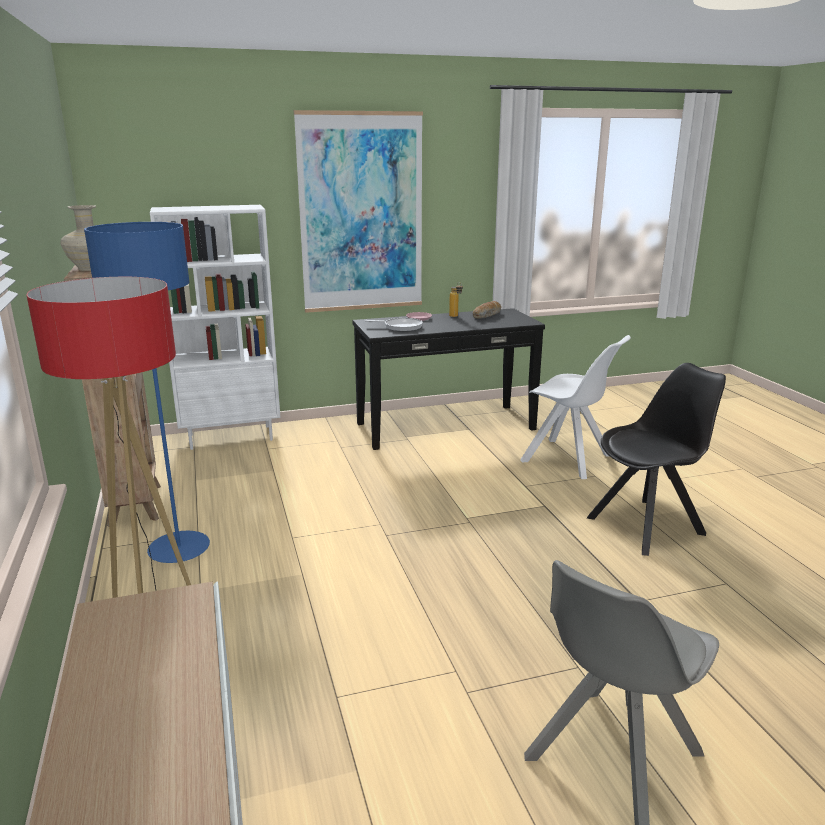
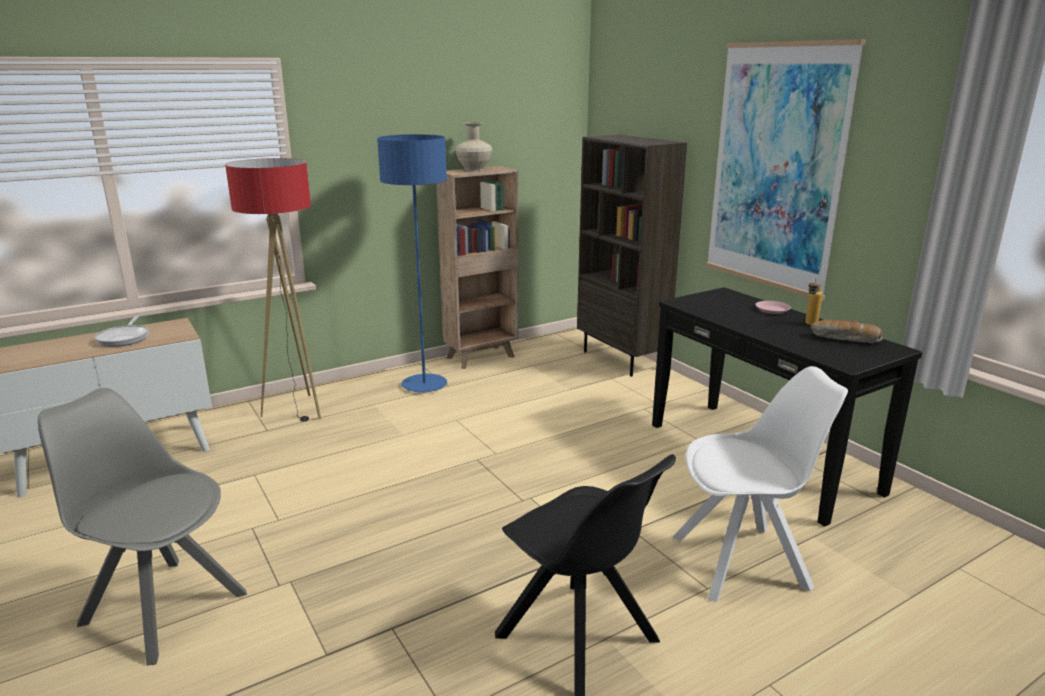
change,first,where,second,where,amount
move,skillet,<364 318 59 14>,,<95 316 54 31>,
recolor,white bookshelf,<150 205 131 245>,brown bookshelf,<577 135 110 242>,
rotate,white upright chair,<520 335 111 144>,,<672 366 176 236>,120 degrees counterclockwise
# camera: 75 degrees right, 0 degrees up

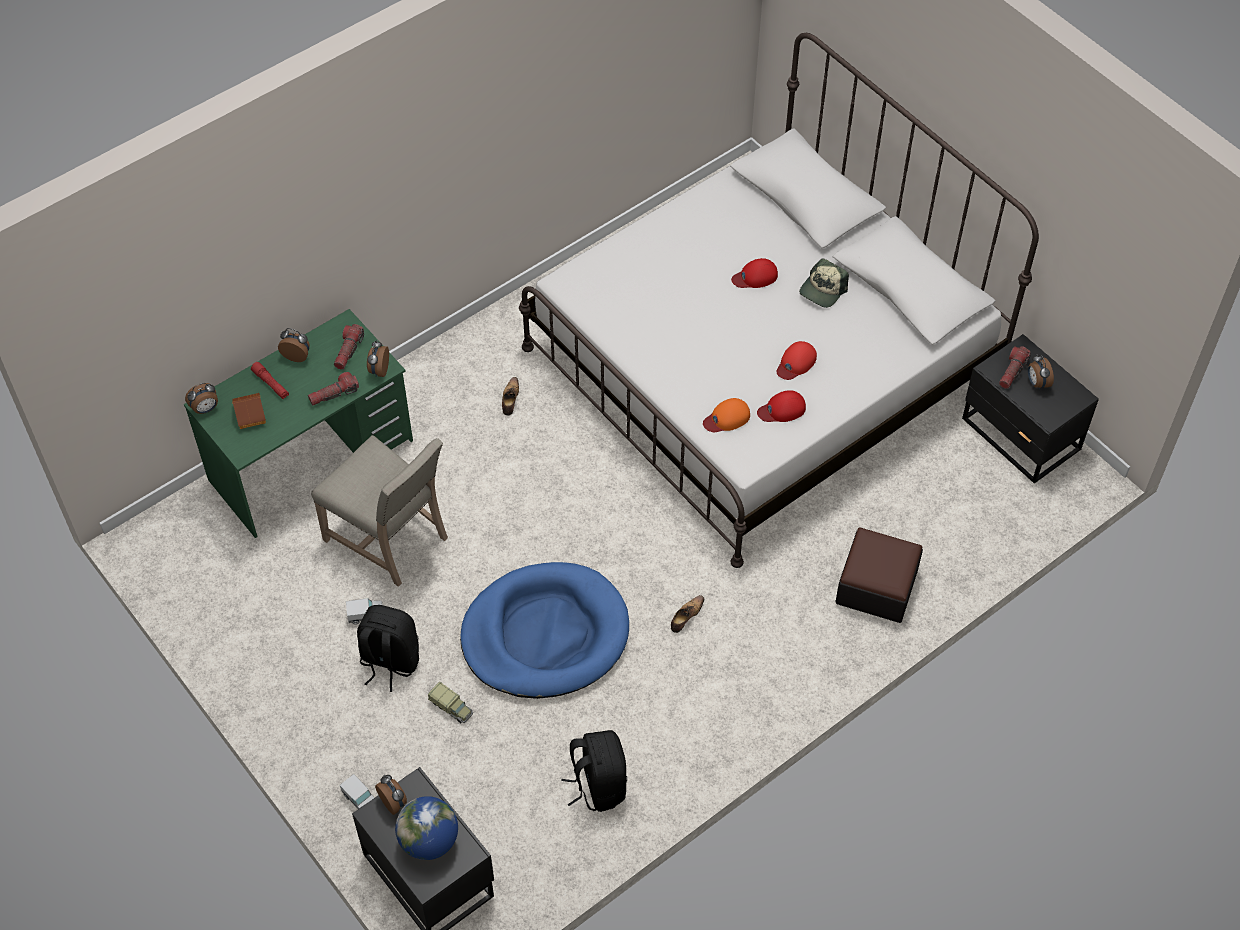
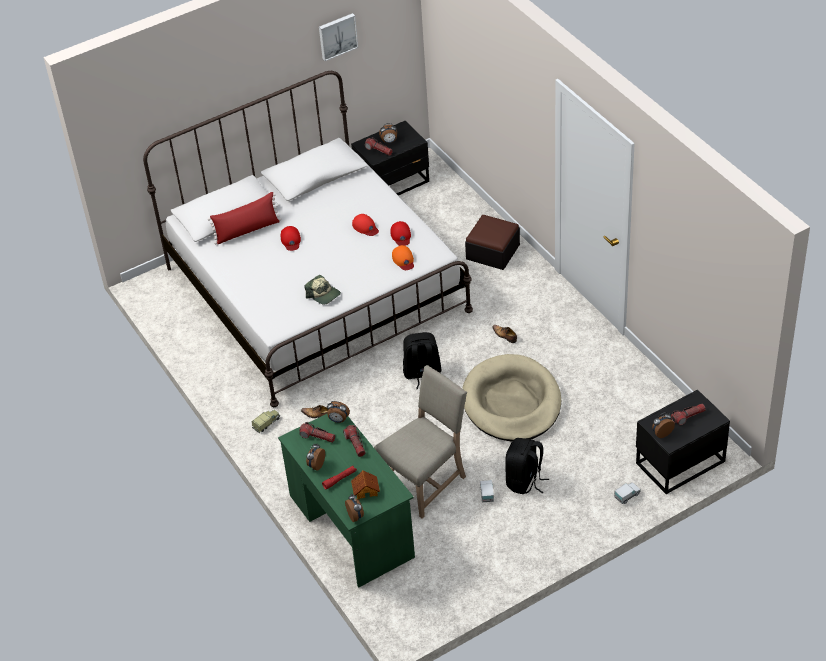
change,first,where,second,where,amount
insert,,,red-coloured pillow,<208 192 73 52>,
insert,,,wall art,<319 13 39 48>,
move,toy lorry,<428 682 45 41>,,<252 410 28 23>,
move,black knapsack,<562 730 65 82>,,<403 332 38 57>,
move,baseball cap,<799 258 50 50>,,<305 275 36 30>,
replace,world globe,<395 796 63 64>,torch,<671 404 35 21>,
recolor,blue dog bed,<460 562 169 137>,beige dog bed,<462 354 99 87>,
# camera: 80 degrees left, 10 degrees down

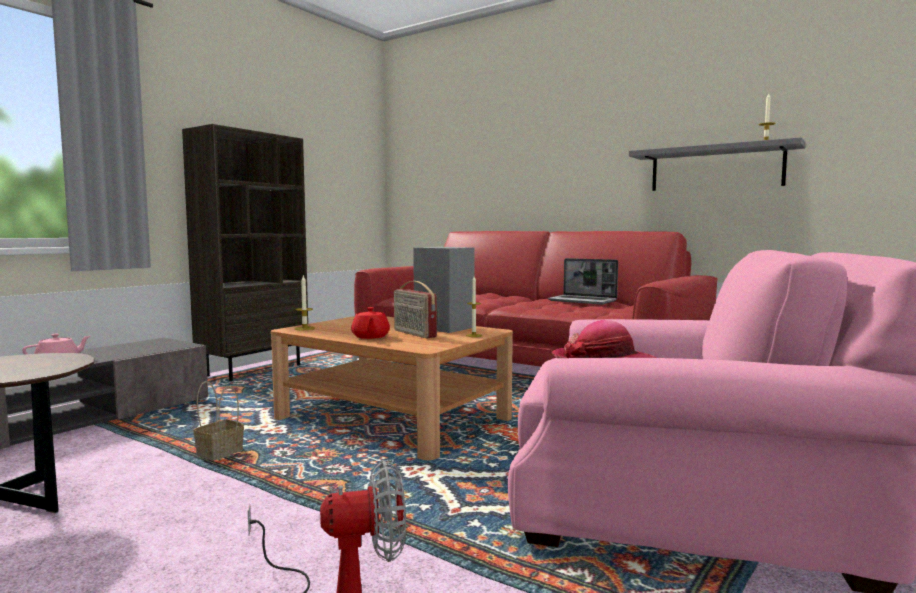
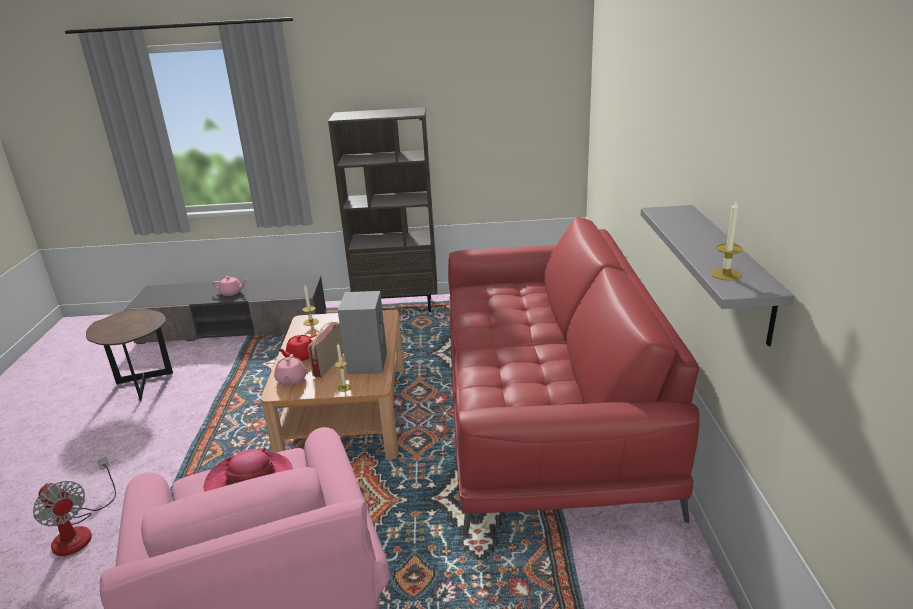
change,first,where,second,where,amount
delete,household basket,<193 381 51 80>,,,
delete,portable computer,<547 258 71 47>,,,
insert,,,pink tea pot,<274 354 32 31>,
# camera: 55 degrees right, 20 degrees up

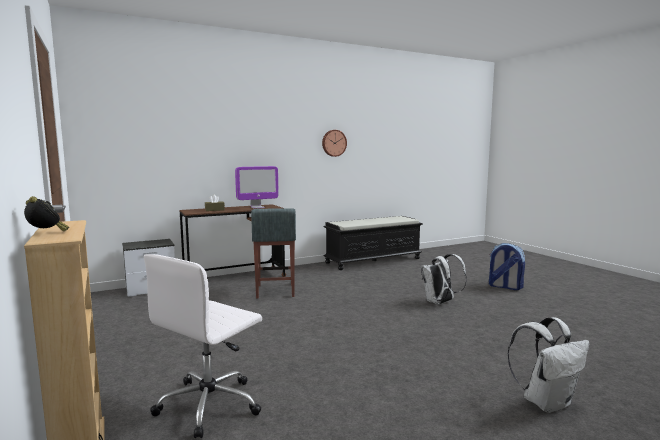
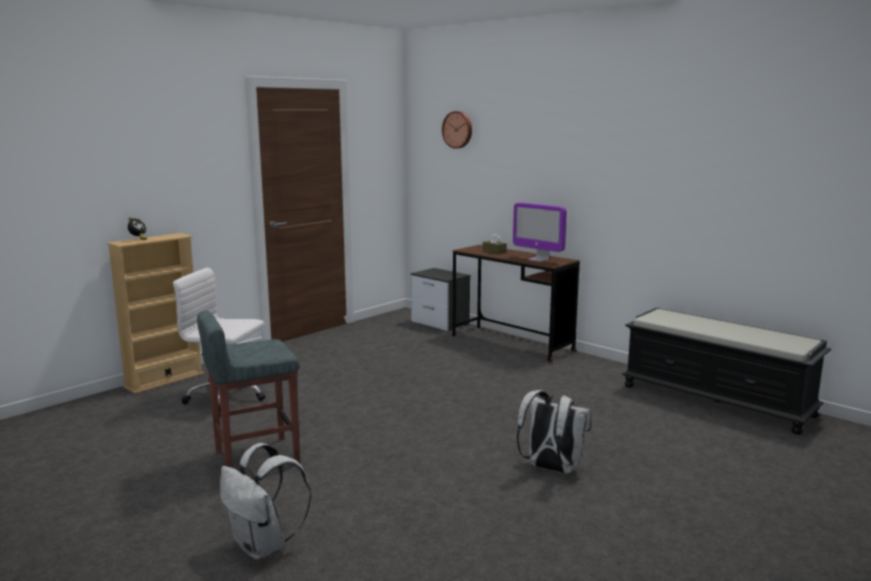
change,first,where,second,where,amount
delete,knapsack,<489 243 36 47>,,,
move,grey stool,<251 208 45 90>,,<197 311 103 157>,
move,wall clock,<322 130 25 27>,,<442 111 30 38>,
# camera: 70 degrees right, 5 degrees up

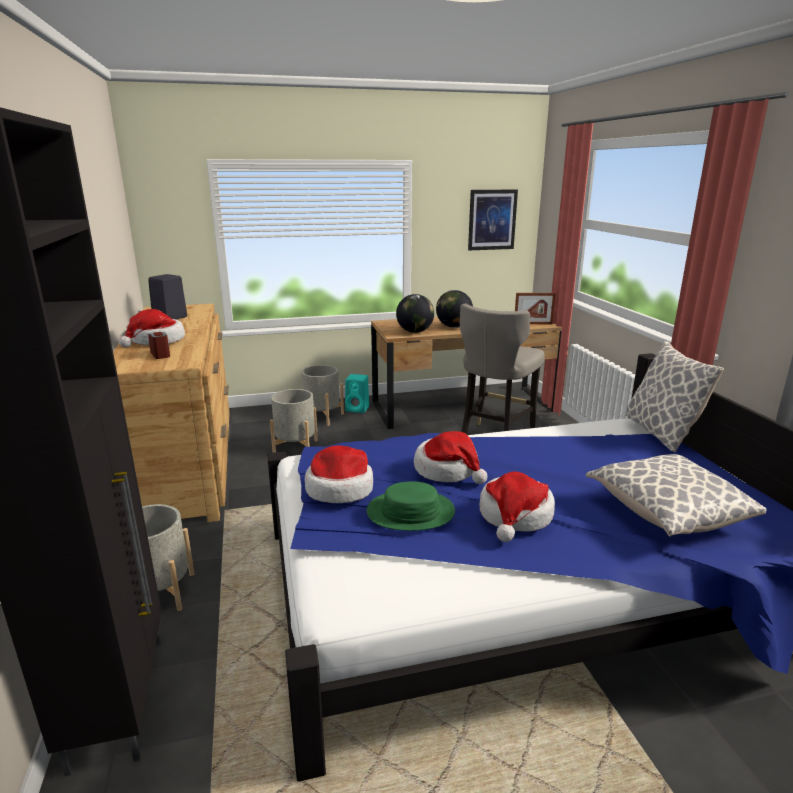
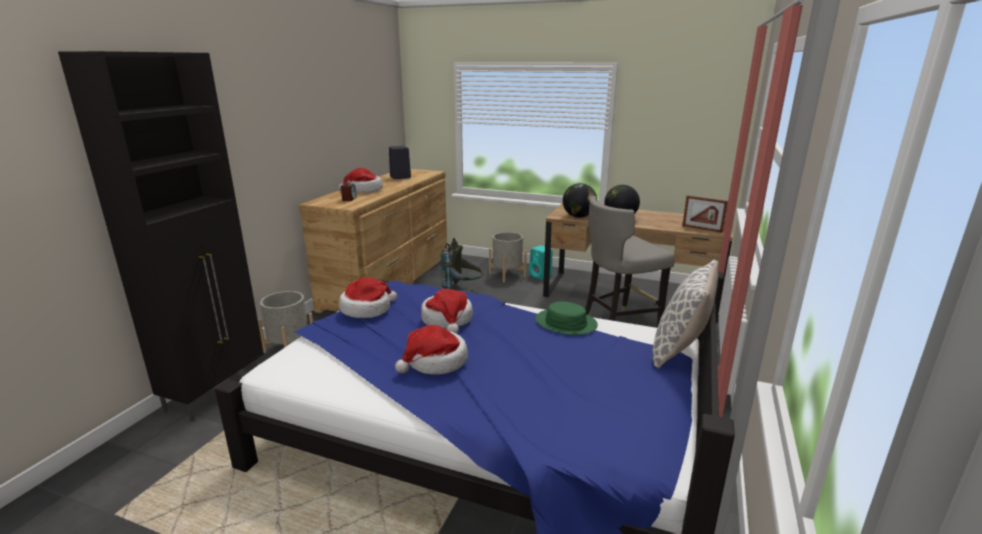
change,first,where,second,where,amount
delete,wall art,<468 189 50 61>,,,
delete,pillow,<586 454 181 82>,,,
move,green-coloured hat,<367 481 88 50>,,<535 301 63 34>,
replace,grey flower pot,<270 389 48 64>,grey knapsack,<440 238 43 51>,
# camera: 35 degrees right, 0 degrees up

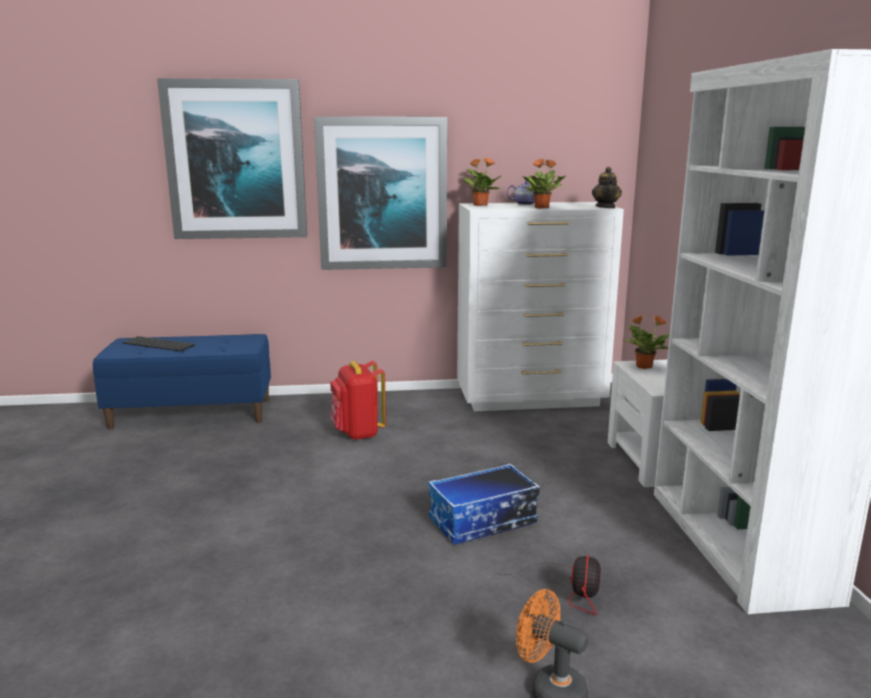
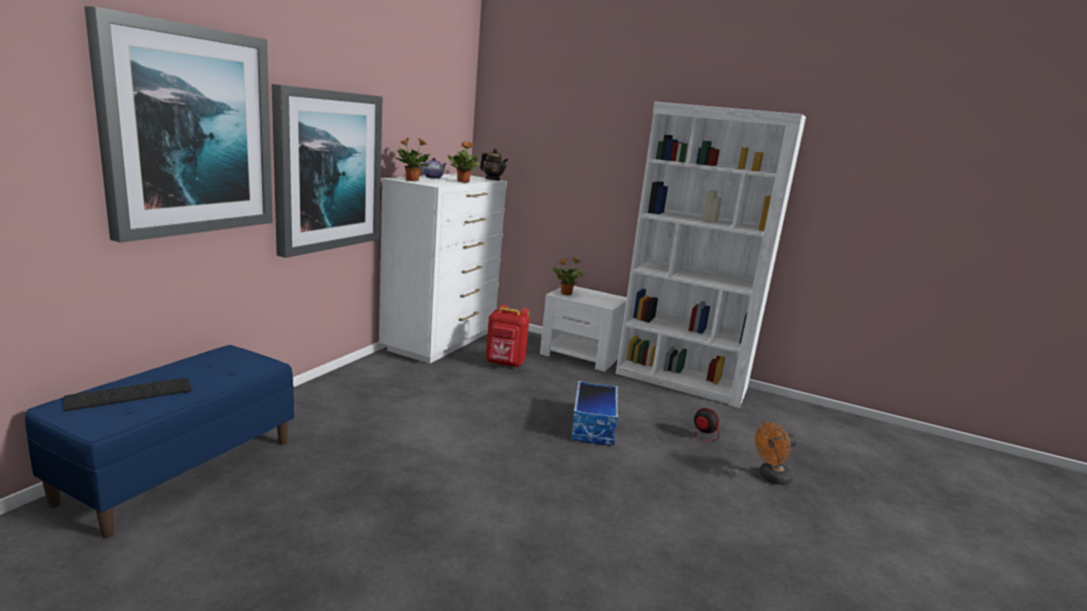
change,first,where,second,where,amount
move,red-coloured knapsack,<330 361 56 79>,,<486 305 43 62>,
# camera: 60 degrees left, 0 degrees up

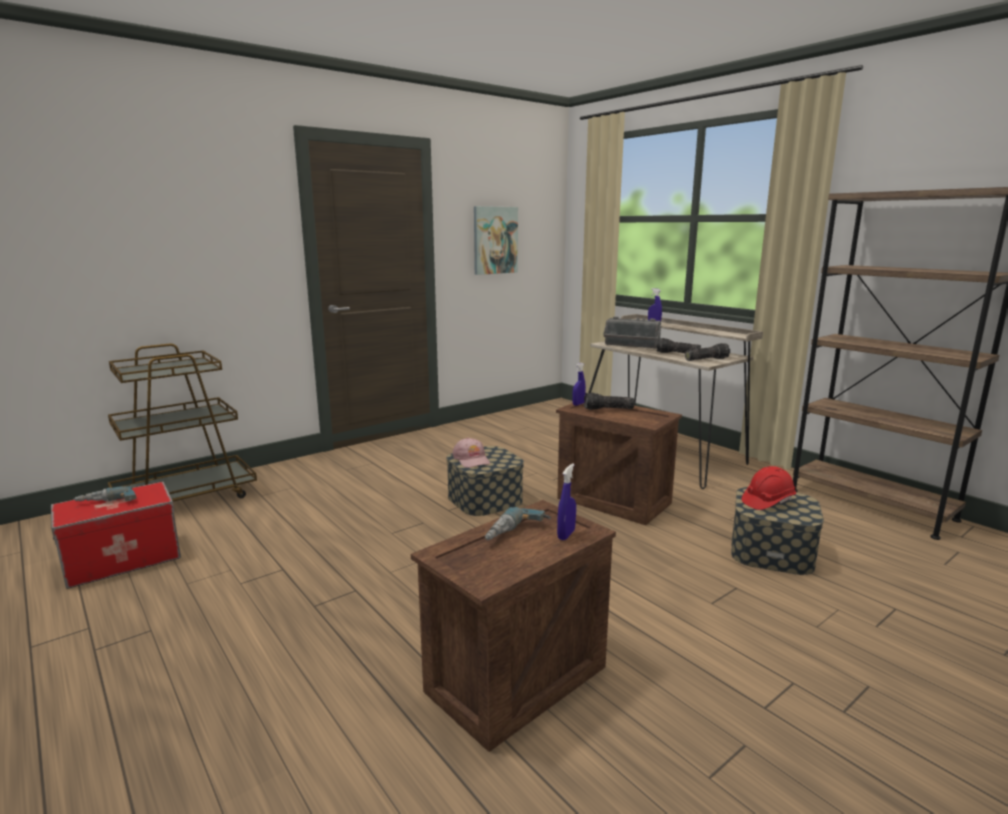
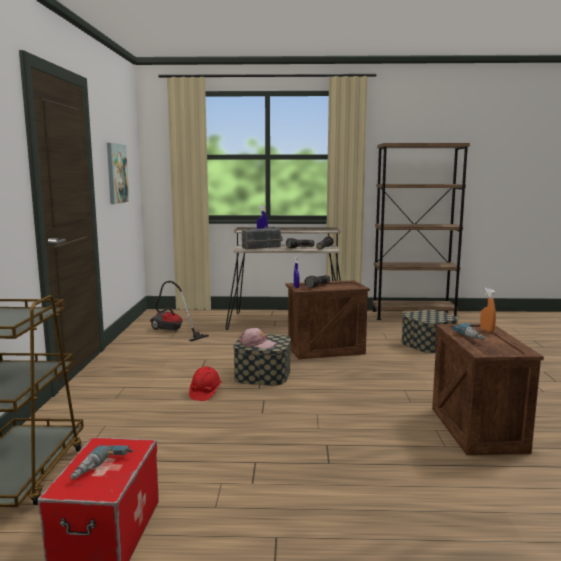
change,first,where,second,where,amount
insert,,,hoover,<150 281 59 61>,
move,red-coloured safety helmet,<742 466 54 44>,,<189 367 32 34>,
recolor,blue hand sprayer,<557 463 19 77>,orange hand sprayer,<480 288 16 44>,
# camera: 50 degrees left, 5 degrees down

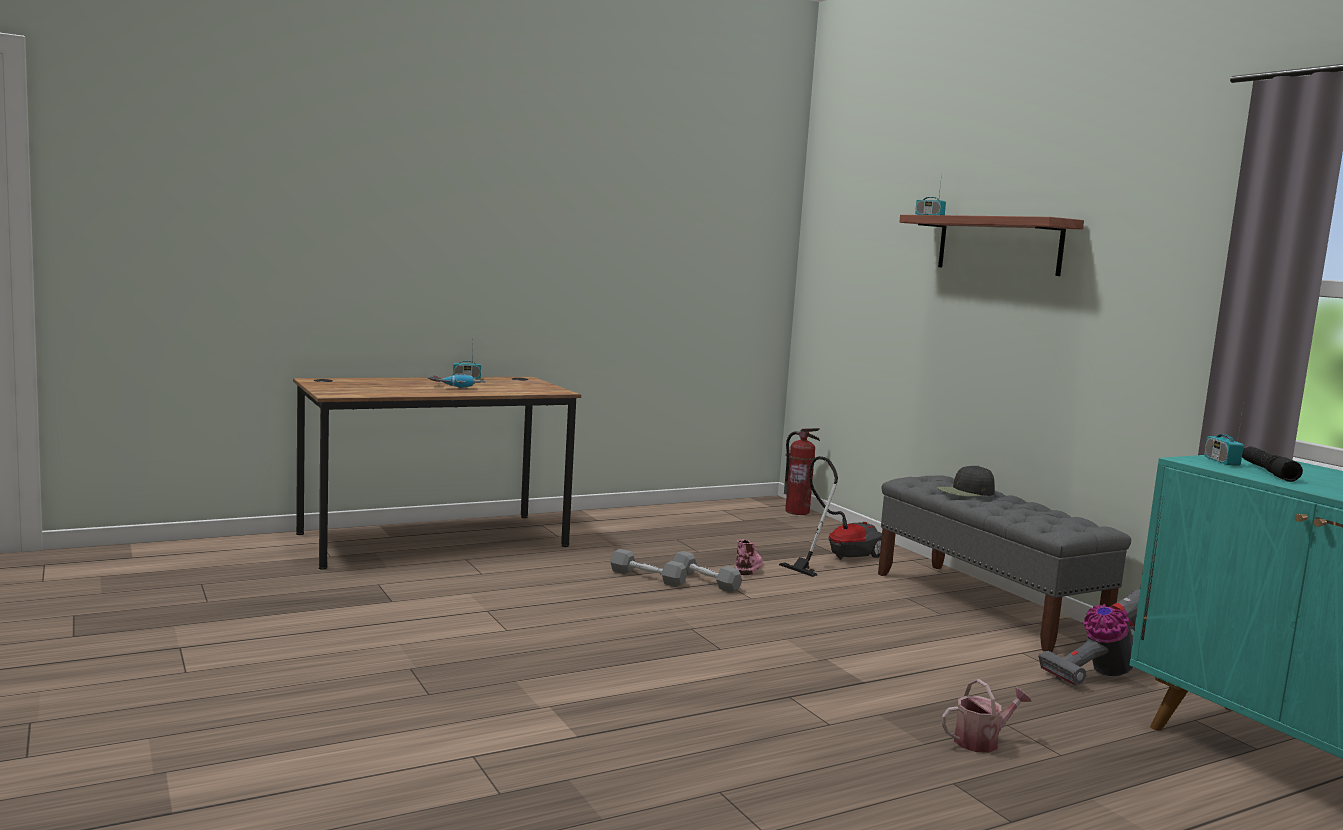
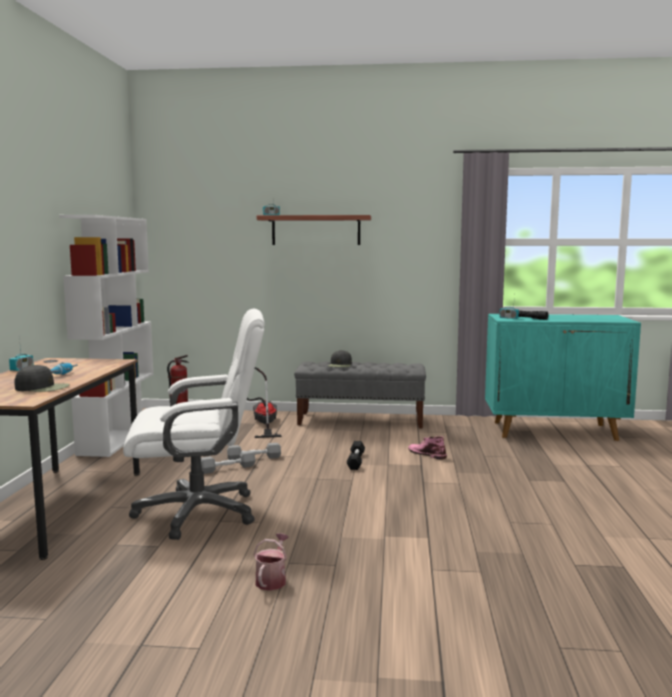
change,first,where,second,where,amount
delete,hoover,<1038 590 102 96>,,,
insert,,,black baseball cap,<14 365 56 27>,
insert,,,white bookshelf,<59 215 95 242>,
insert,,,white office chair,<123 308 142 232>,
insert,,,black free weight,<347 441 18 29>,
move,pink boot,<735 539 28 36>,,<408 436 39 23>,
move,watering can,<942 679 90 74>,,<254 533 35 58>,
# camera: 55 degrees left, 0 degrees up

